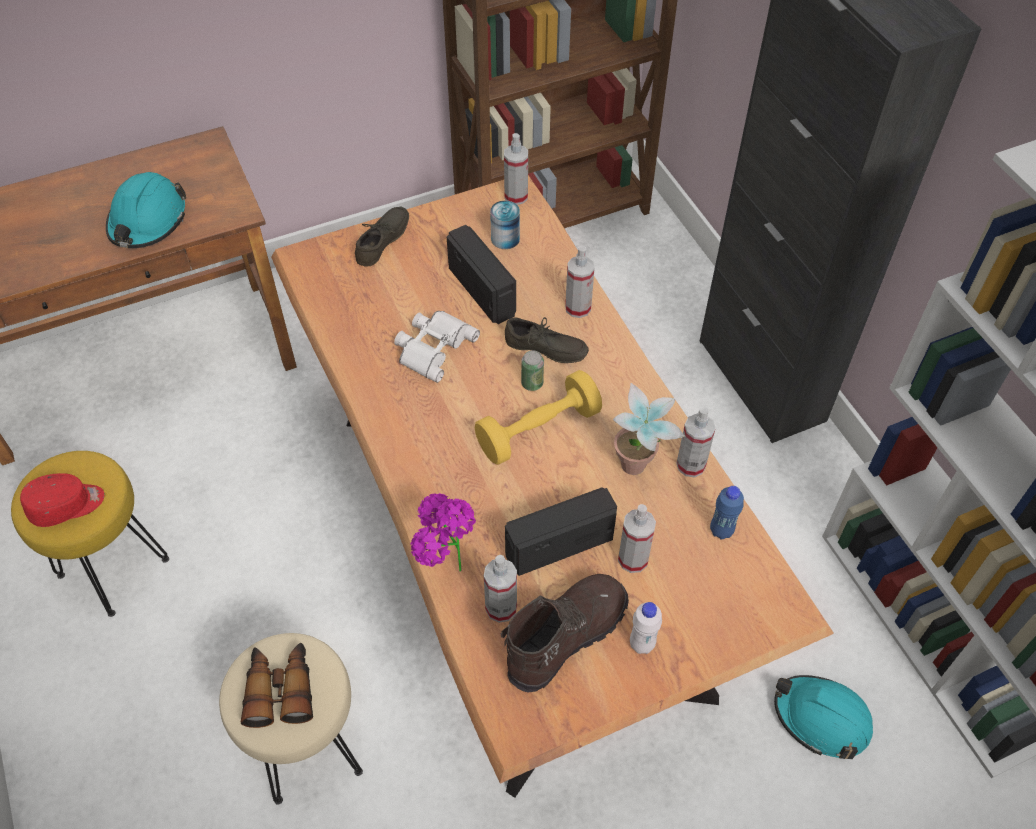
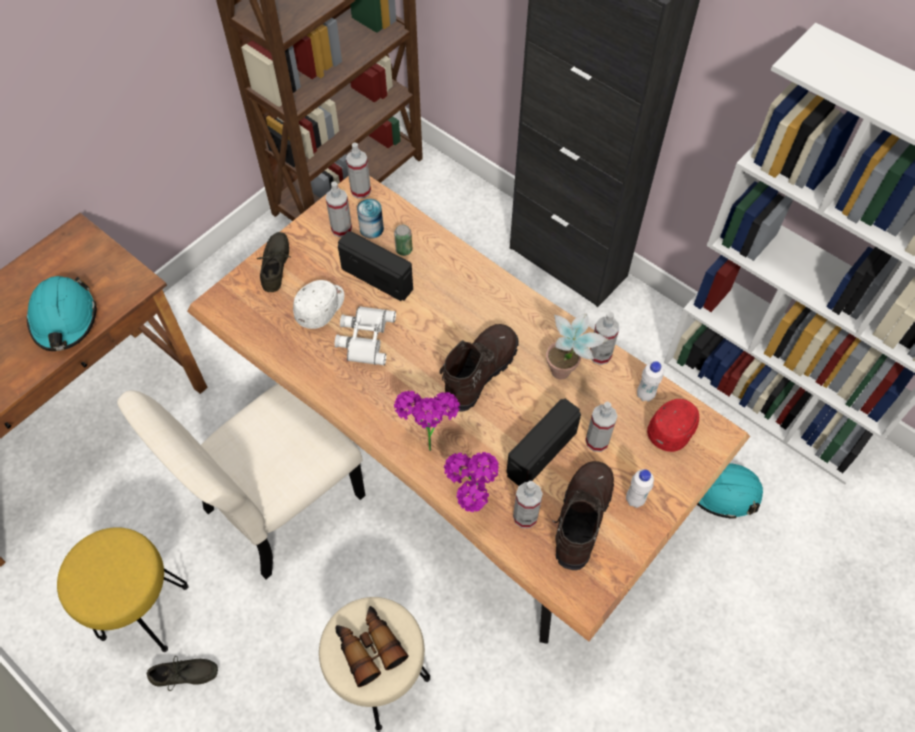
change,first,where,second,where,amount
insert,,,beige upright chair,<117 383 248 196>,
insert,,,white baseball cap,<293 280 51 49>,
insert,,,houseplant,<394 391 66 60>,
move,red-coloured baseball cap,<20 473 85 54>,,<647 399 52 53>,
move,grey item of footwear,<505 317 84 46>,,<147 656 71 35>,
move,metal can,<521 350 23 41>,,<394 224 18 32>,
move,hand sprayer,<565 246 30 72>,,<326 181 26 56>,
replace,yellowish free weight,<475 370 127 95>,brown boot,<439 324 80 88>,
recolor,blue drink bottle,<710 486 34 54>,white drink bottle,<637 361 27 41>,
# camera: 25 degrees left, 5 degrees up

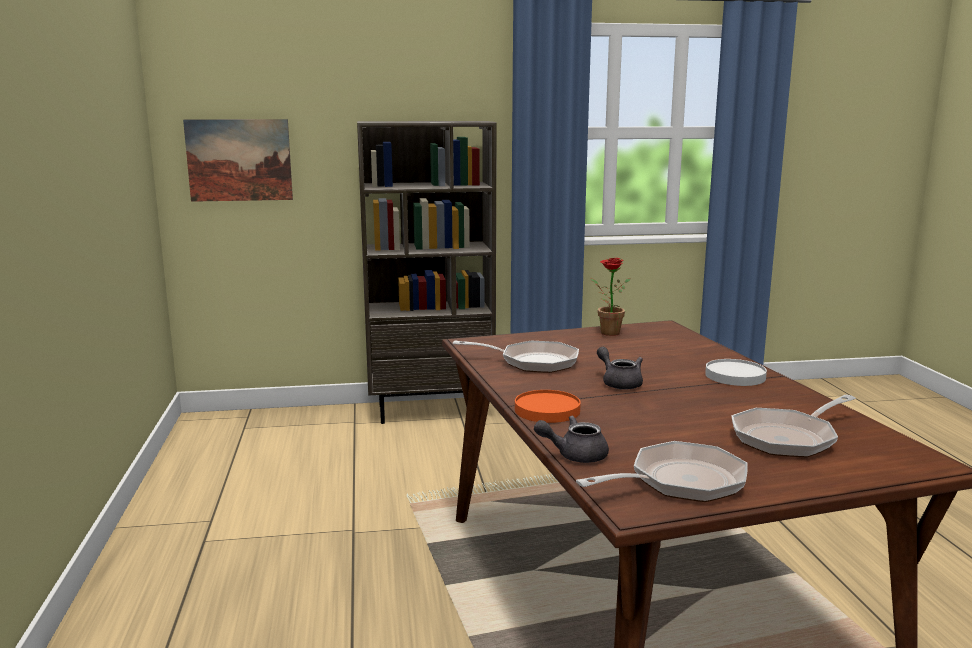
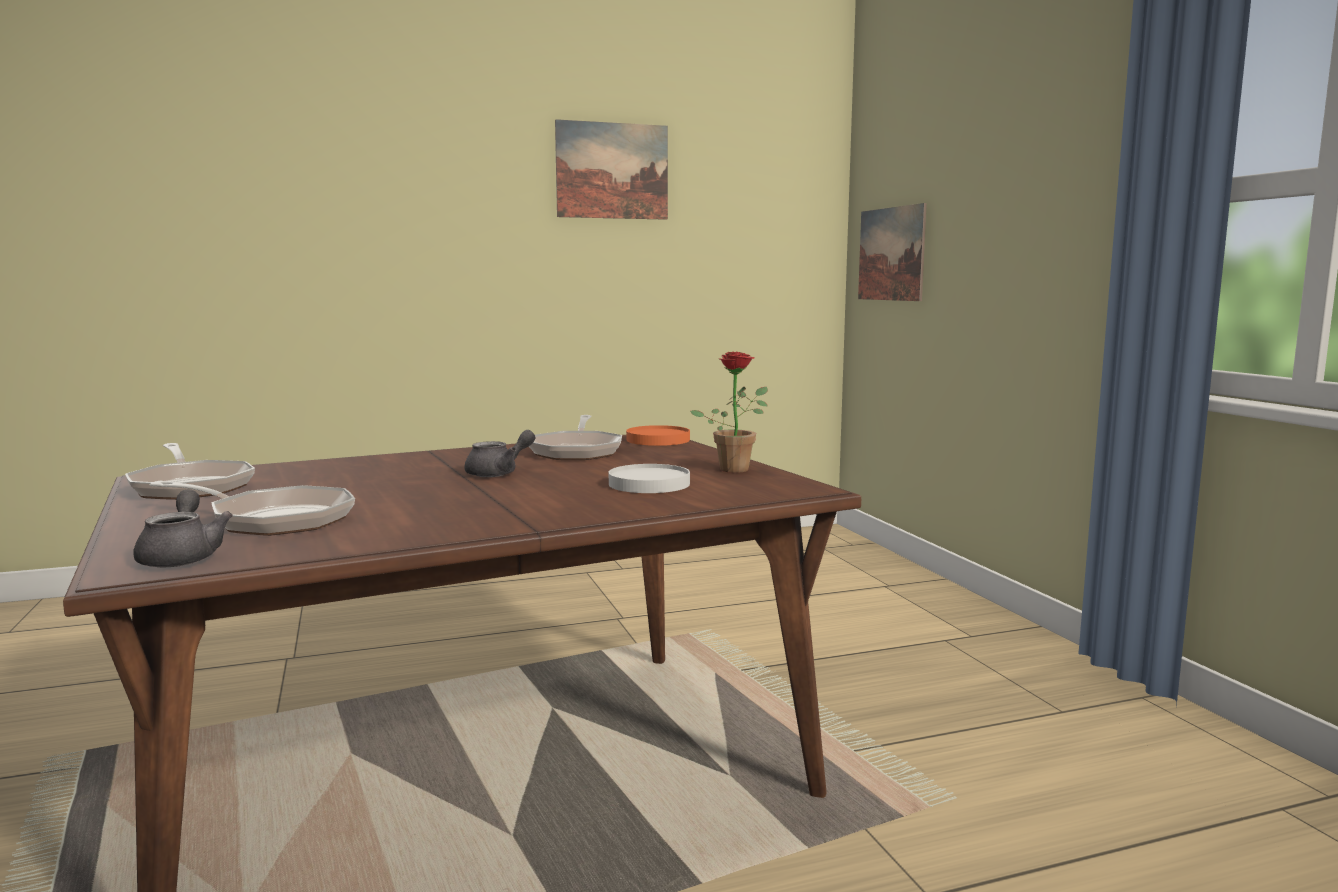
change,first,where,second,where,amount
delete,brown bookshelf,<357 121 140 303>,,,
insert,,,wall art,<555 119 113 101>,
move,orange dinner plate,<515 390 66 33>,,<626 425 64 21>,
move,grey tea pot,<534 416 75 47>,,<133 490 100 78>,
move,white dinner plate,<705 359 62 27>,,<609 464 81 29>,
rotate,skillet,<731 395 125 62>,,<150 481 205 55>,150 degrees clockwise
# camera: 80 degrees right, 5 degrees down

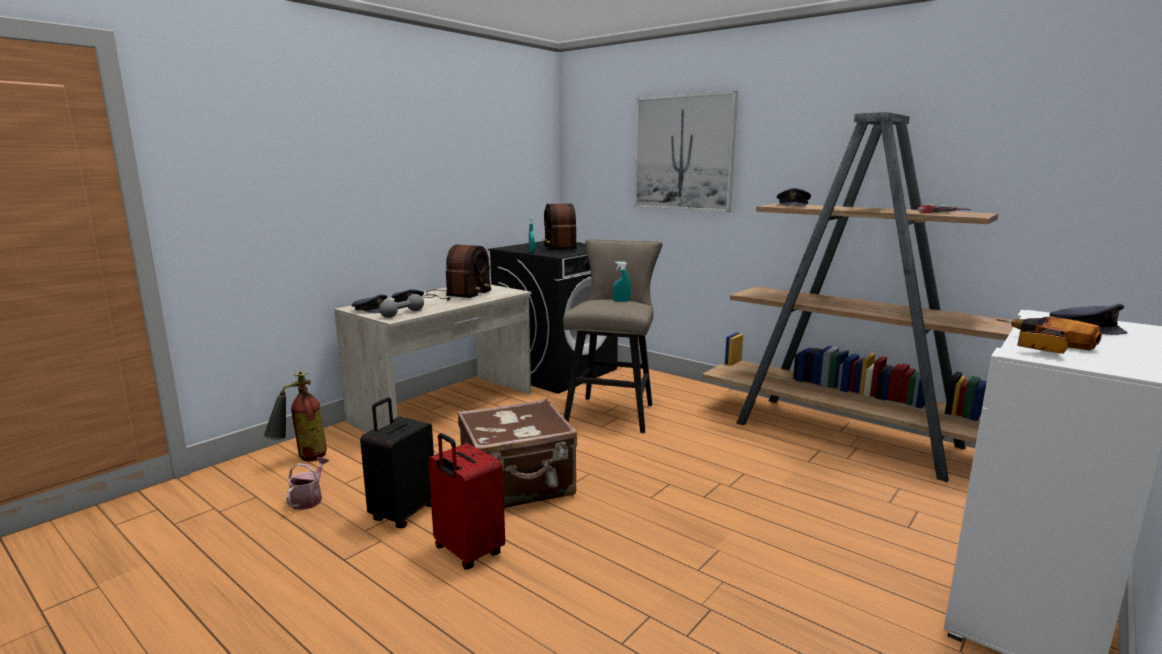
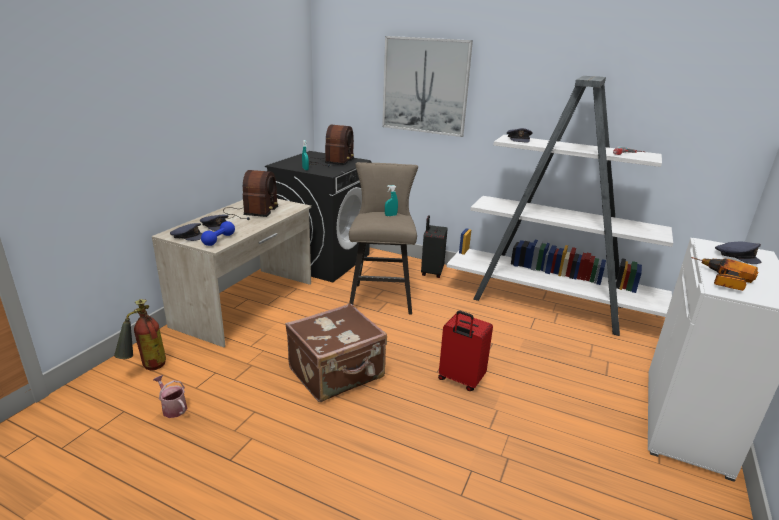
change,first,where,second,where,amount
move,black travel case,<360 397 74 131>,,<421 215 27 63>,
move,red-coloured travel case,<428 433 77 137>,,<438 311 55 80>,
recolor,grey free weight,<379 294 45 24>,blue free weight,<201 221 34 25>,
recolor,brown bookshelf,<702 112 311 370>,white bookshelf,<446 76 227 260>,
rotate,watering can,<286 457 43 53>,,<153 375 34 43>,45 degrees counterclockwise
rotate,radio,<543 203 43 47>,,<308 125 46 42>,135 degrees counterclockwise
# camera: 15 degrees left, 10 degrees up

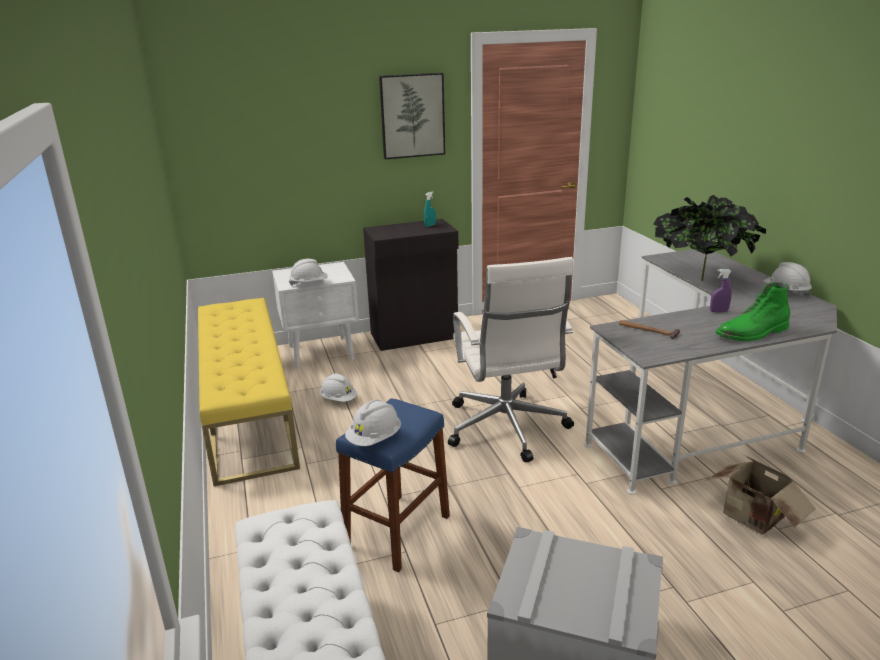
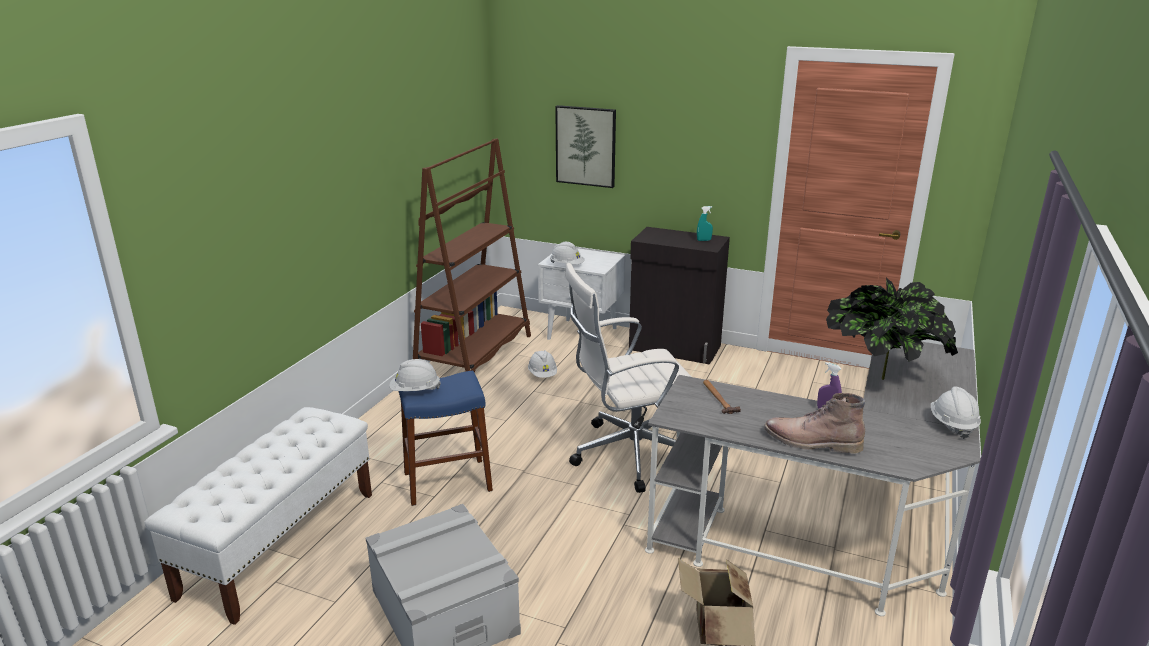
change,first,where,second,where,amount
move,wall art,<379 73 66 86>,,<555 105 61 83>,
replace,yellowish bench,<198 298 102 188>,brown bookshelf,<413 139 118 233>,
recolor,green-coloured boot,<716 282 74 60>,brown boot,<764 393 101 61>,
rotate,white office chair,<448 257 126 205>,,<565 263 126 230>,45 degrees clockwise
# camera: 40 degrees right, 0 degrees up

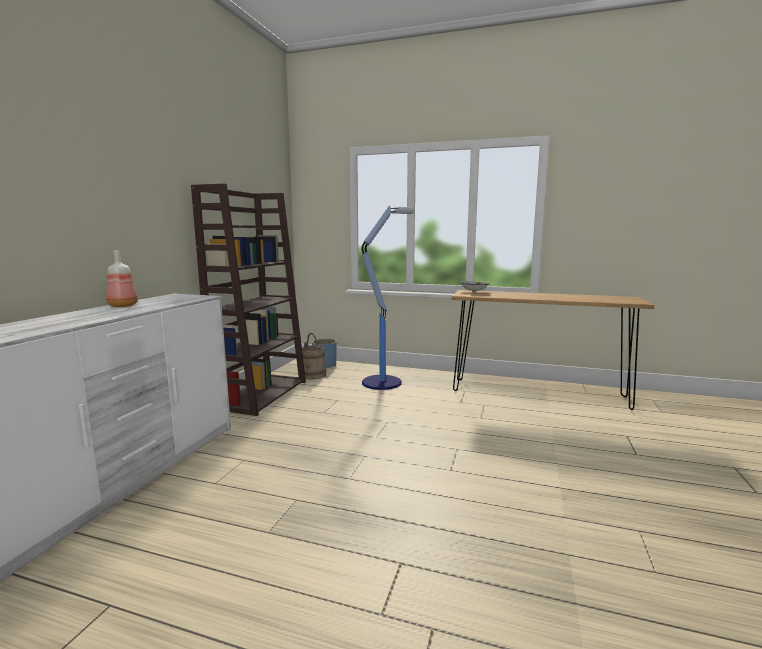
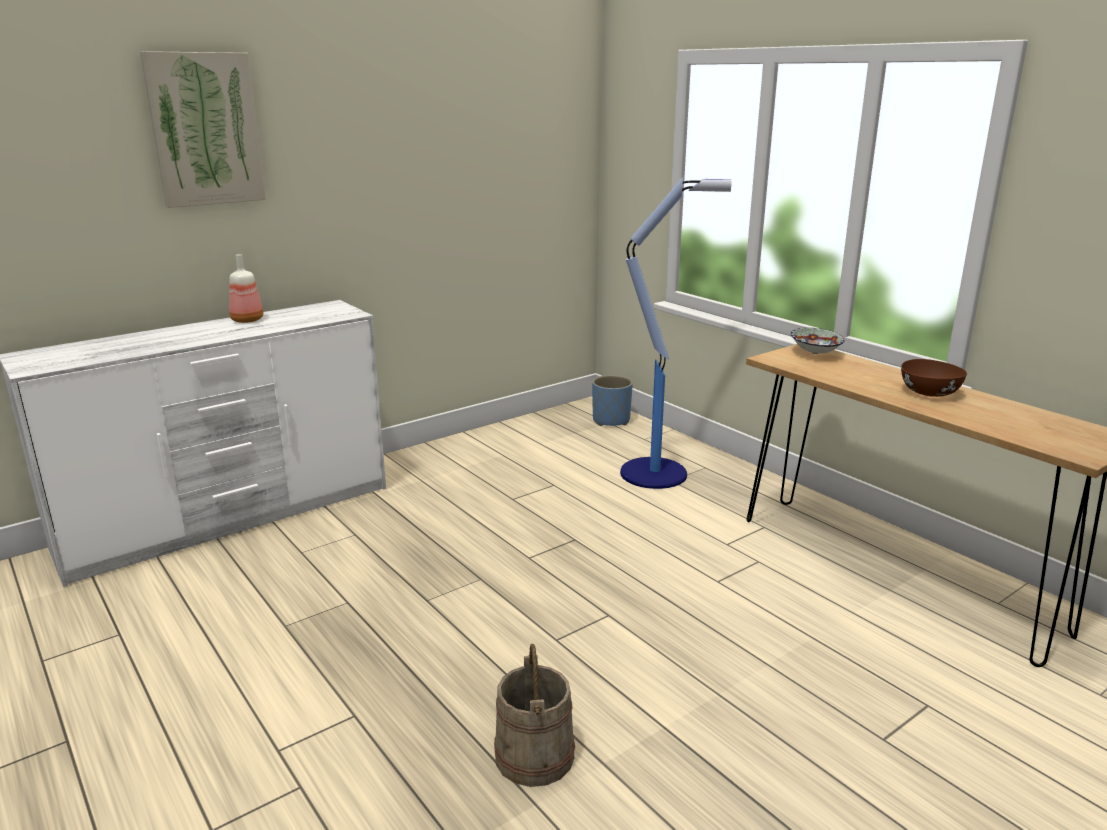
change,first,where,second,where,amount
delete,brown bookshelf,<191 184 115 232>,,,
insert,,,wall art,<140 51 126 157>,
insert,,,brown deep dish,<901 359 66 38>,
move,beige pail,<302 333 24 46>,,<494 644 81 143>,
# camera: 35 degrees right, 10 degrees up

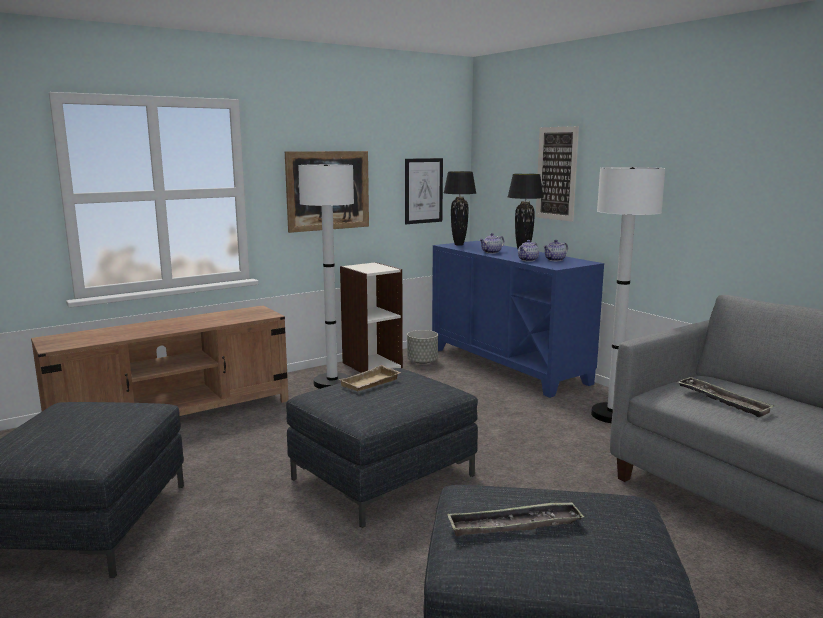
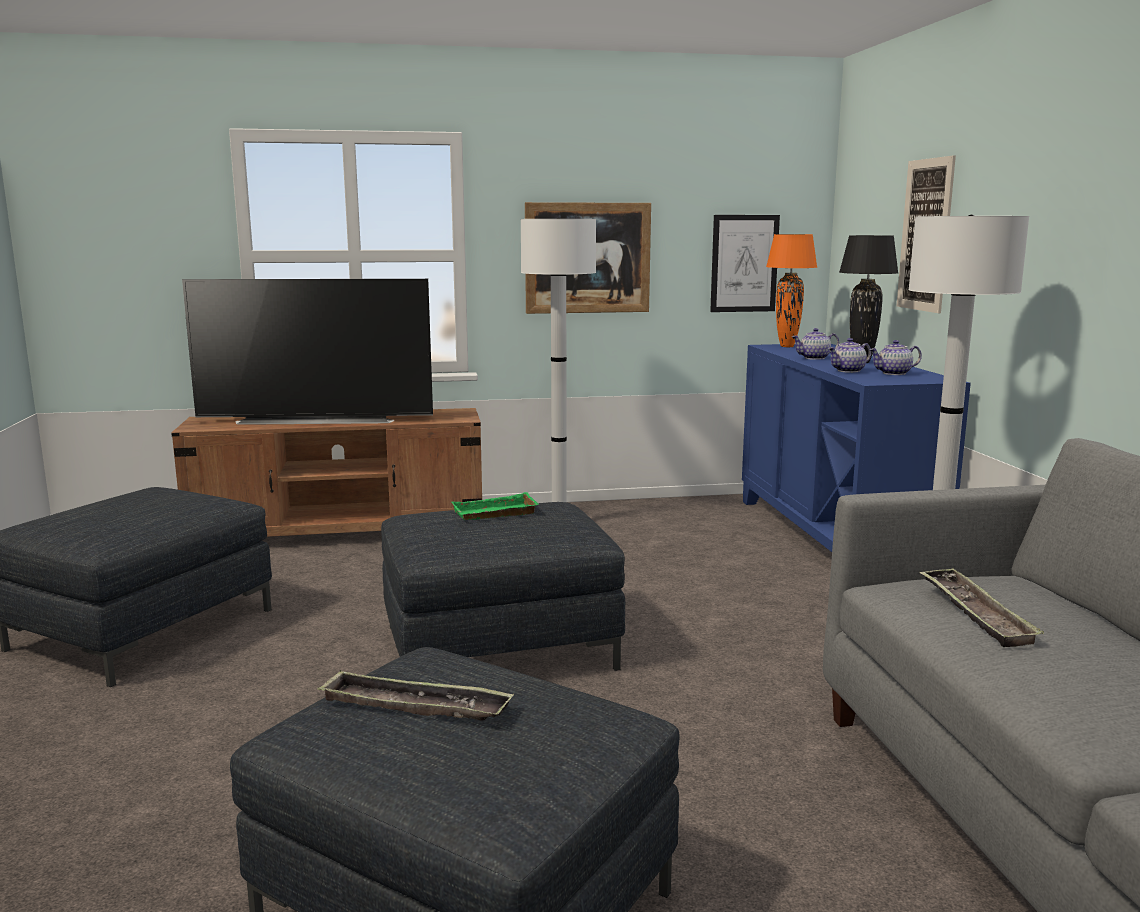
change,first,where,second,where,amount
delete,bookshelf,<340 262 63 111>,,,
delete,grey flower pot,<407 330 31 34>,,,
insert,,,TV set,<182 279 251 146>,
recolor,beige carrying tray,<339 365 62 26>,green-coloured carrying tray,<452 492 86 28>,
recolor,black table lamp,<444 171 32 75>,orange table lamp,<766 234 51 113>,
# camera: 25 degrees right, 0 degrees up

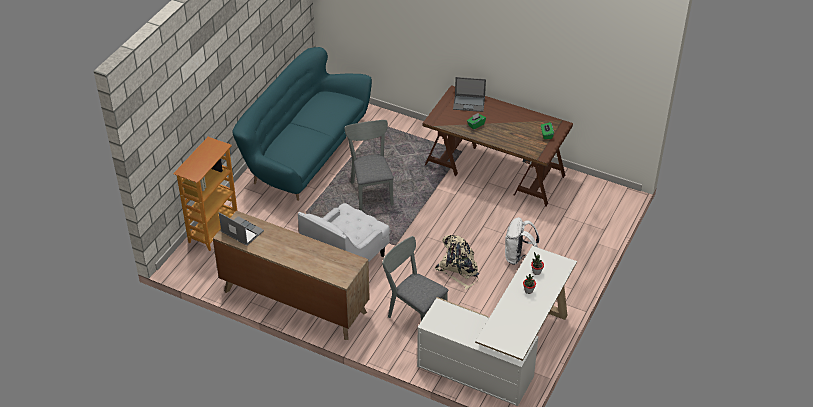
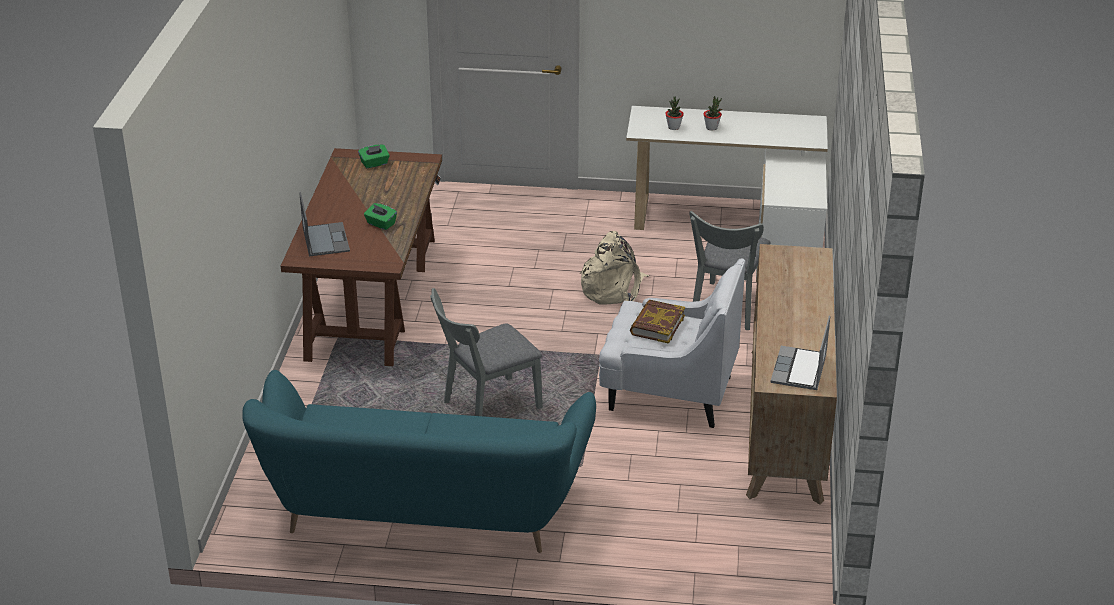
change,first,where,second,where,amount
delete,bookshelf,<173 137 64 114>,,,
delete,white knapsack,<505 217 34 48>,,,
insert,,,book,<630 299 55 45>,
# camera: 110 degrees left, 10 degrees down

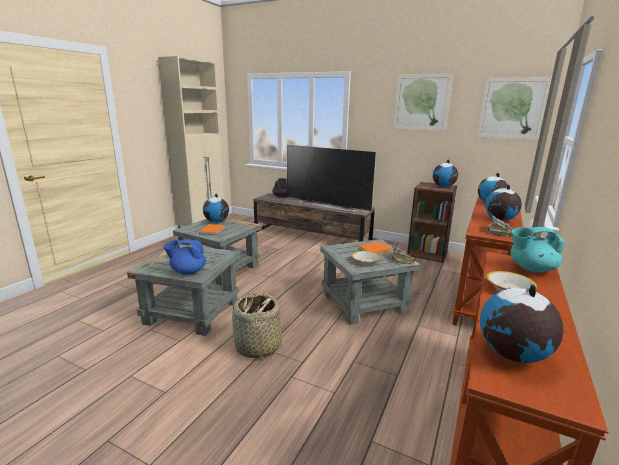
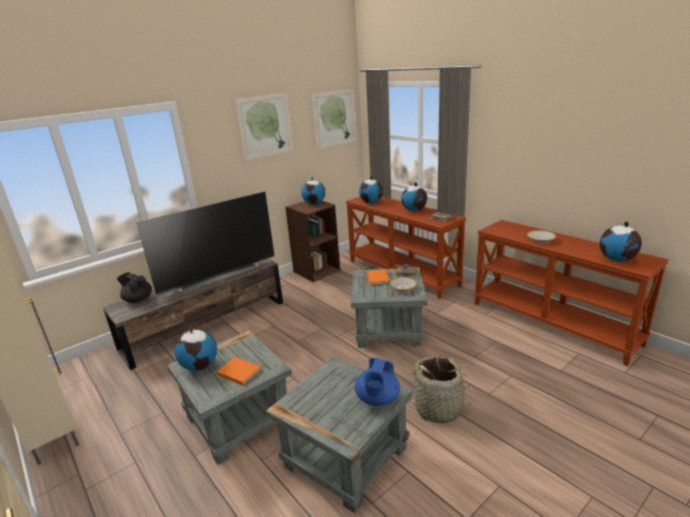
change,first,where,second,where,amount
delete,blue-green tea pot,<510 227 54 46>,,,
# camera: 65 degrees left, 5 degrees up

